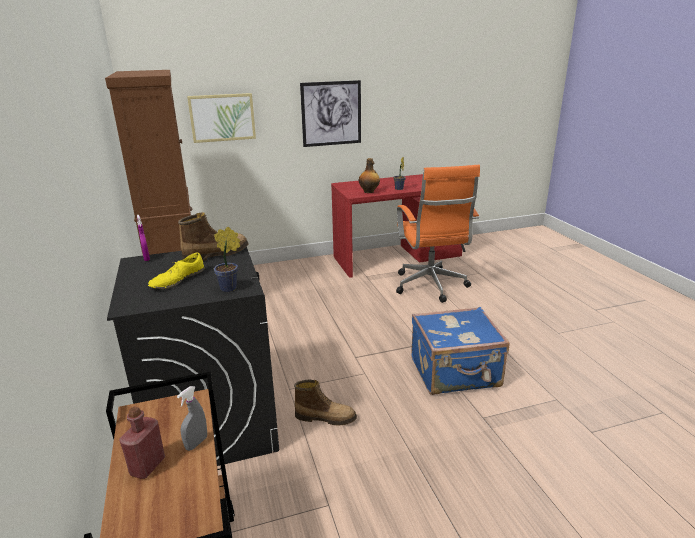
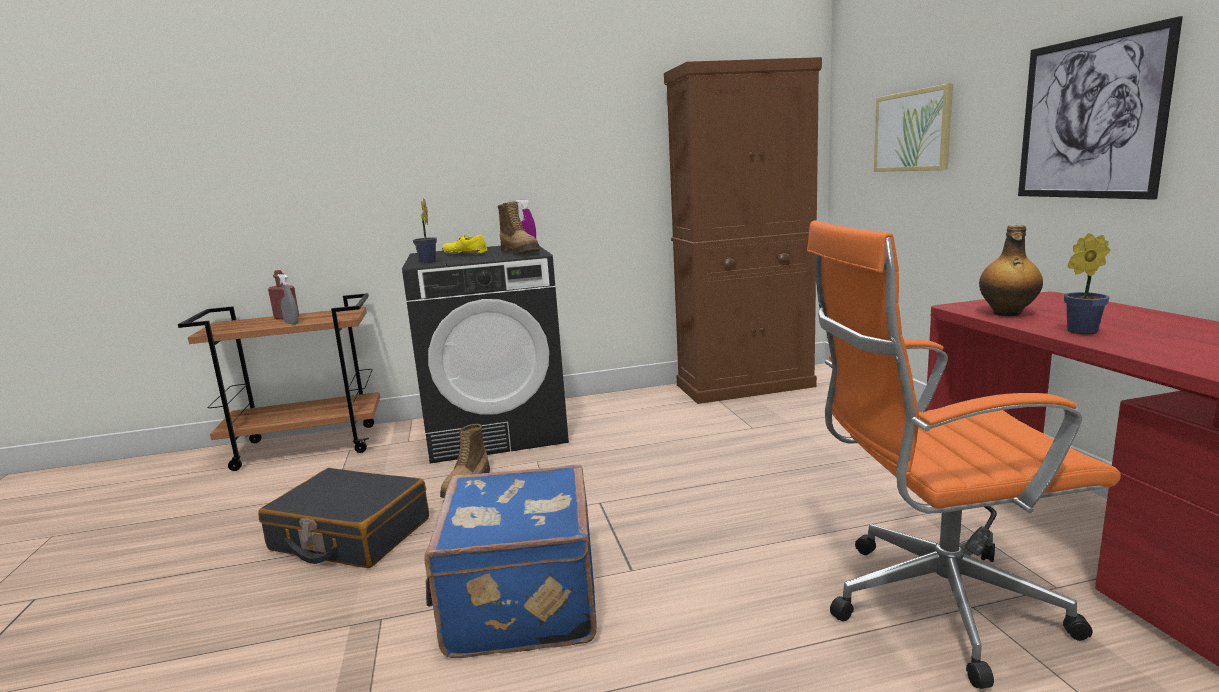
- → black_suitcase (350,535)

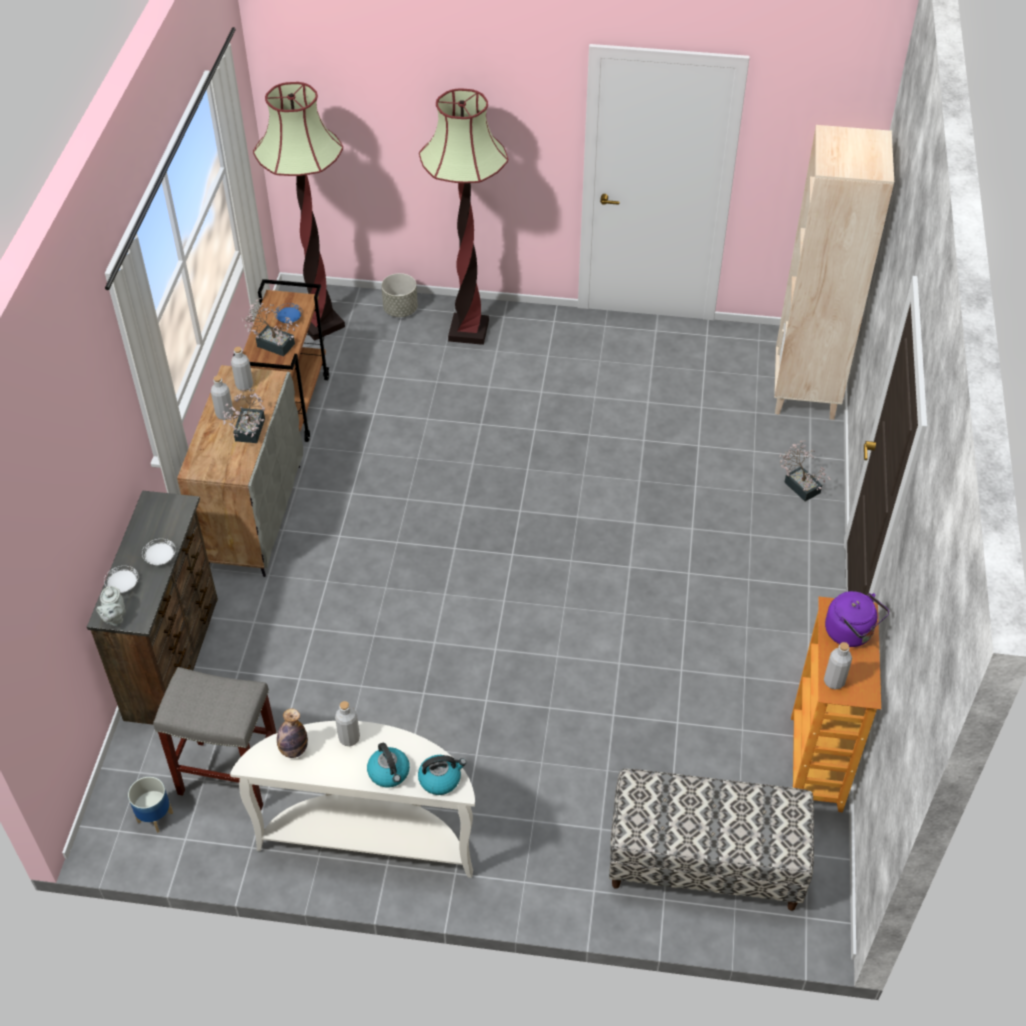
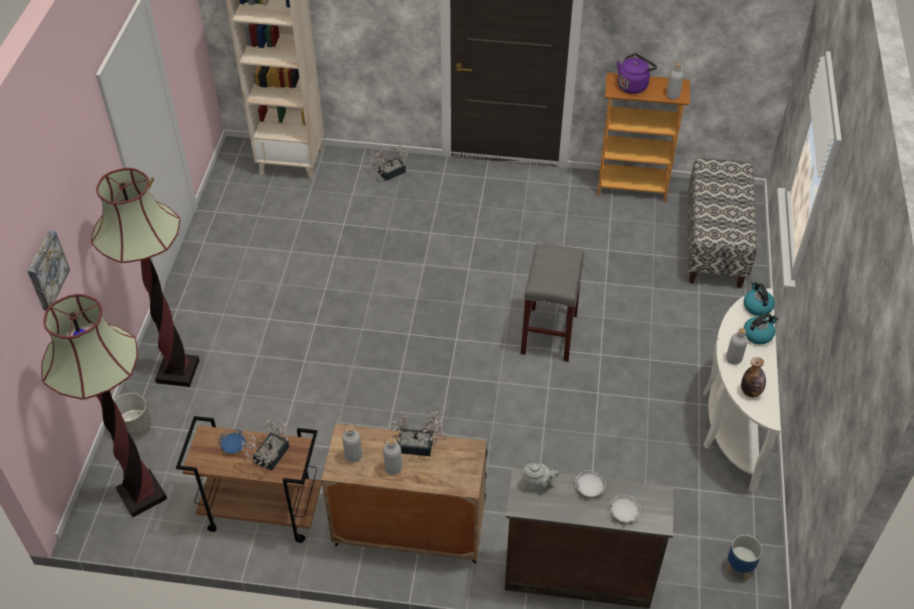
- → picture (46,270)
grey_stool (228,774) → grey_stool (549,335), move
grey_teapot (114,618) → grey_teapot (538,485), move

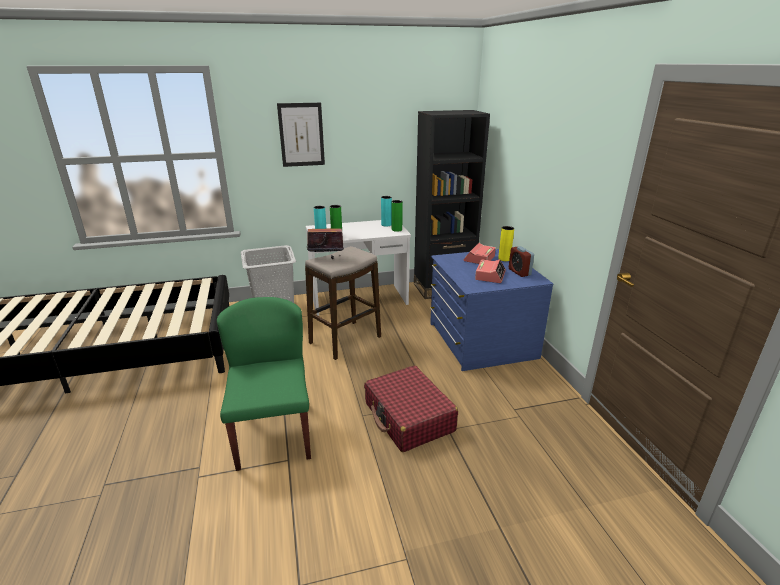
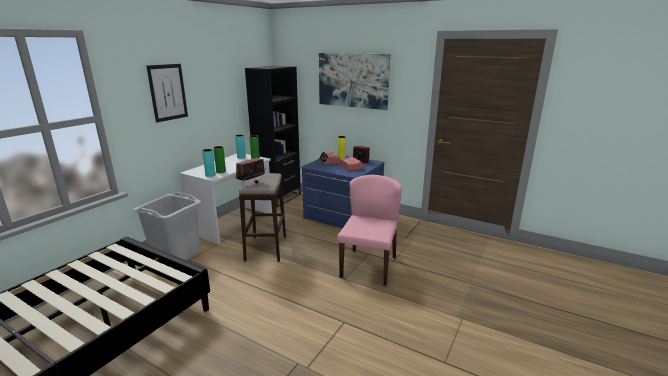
- → picture (353,80)
red_suitcase (409,417) → pink_chair (368,266)
green_chair (273,434) → -

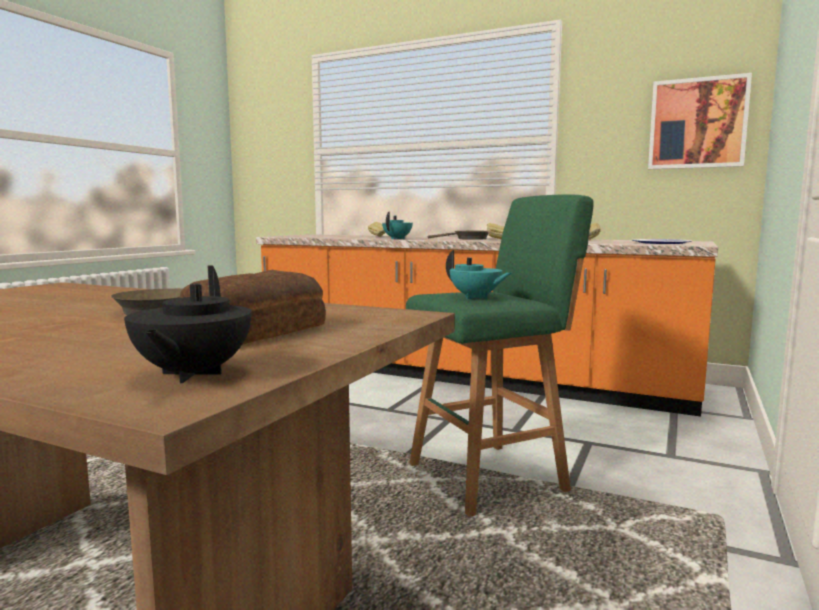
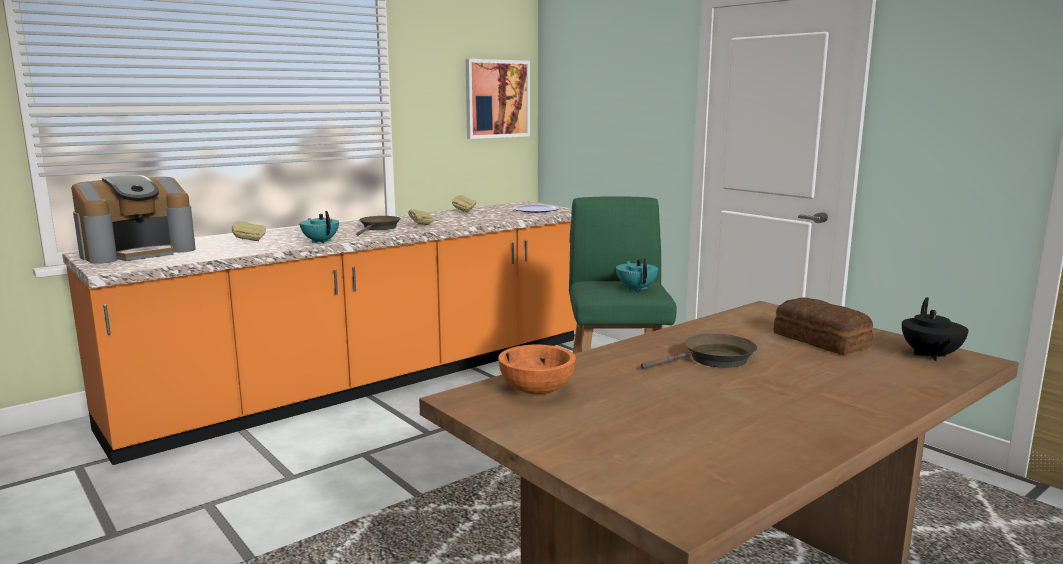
- → coffee_machine (138,252)
- → orange_bowl (537,390)
turquoise_teapot (475,297) → turquoise_teapot (636,289), 75 degrees counterclockwise
black_teapot (191,374) → black_teapot (930,356), 75 degrees clockwise

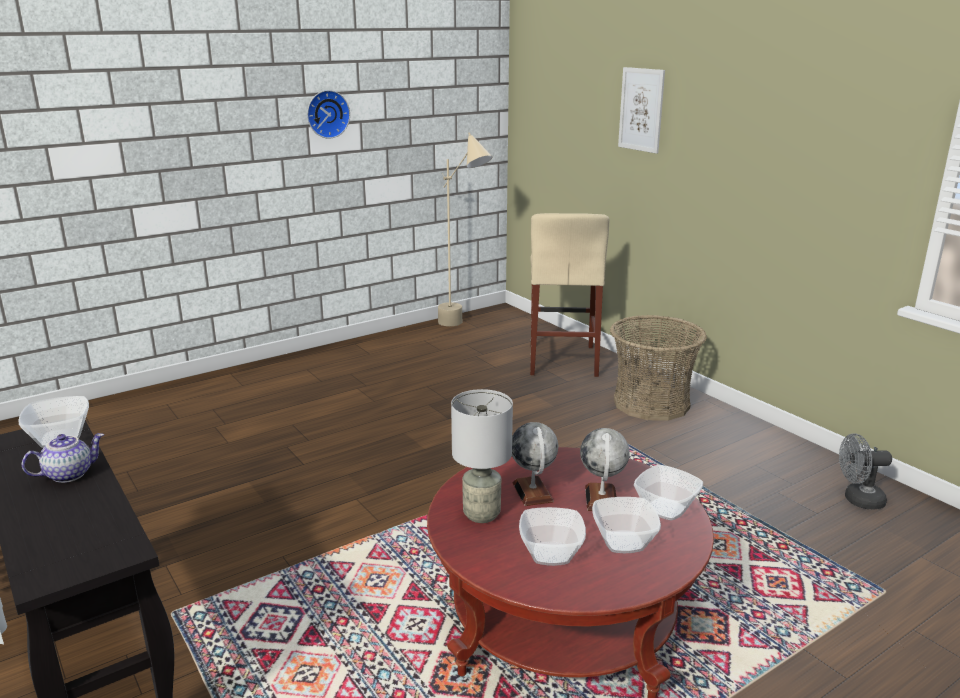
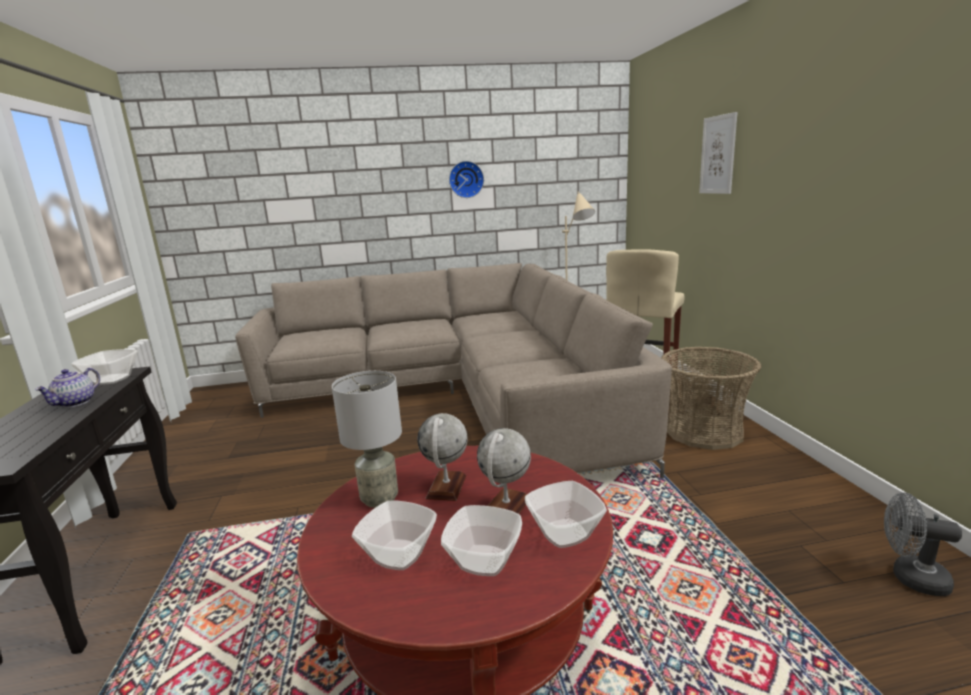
teapot (69,474) → teapot (75,403), 120 degrees clockwise
- → beige_sofa (458,397)

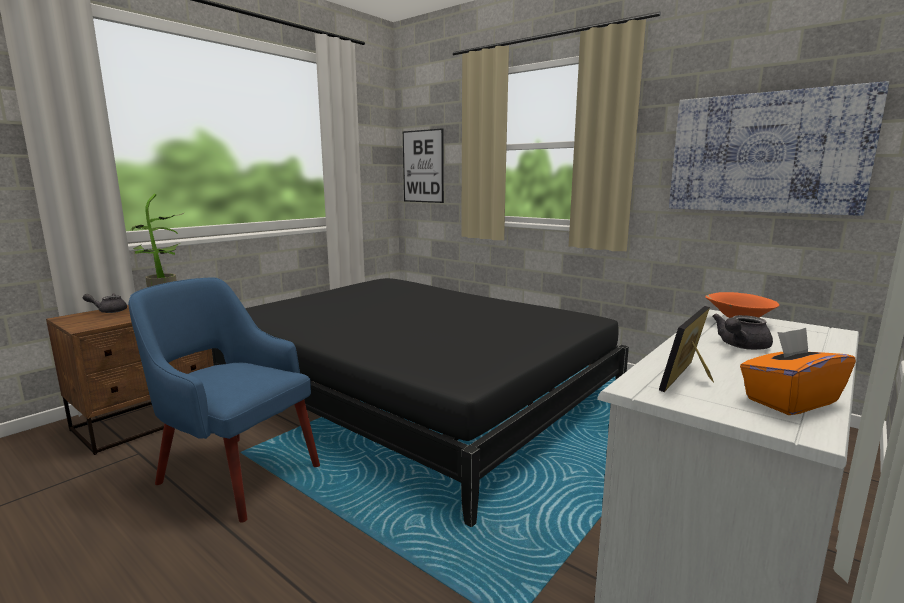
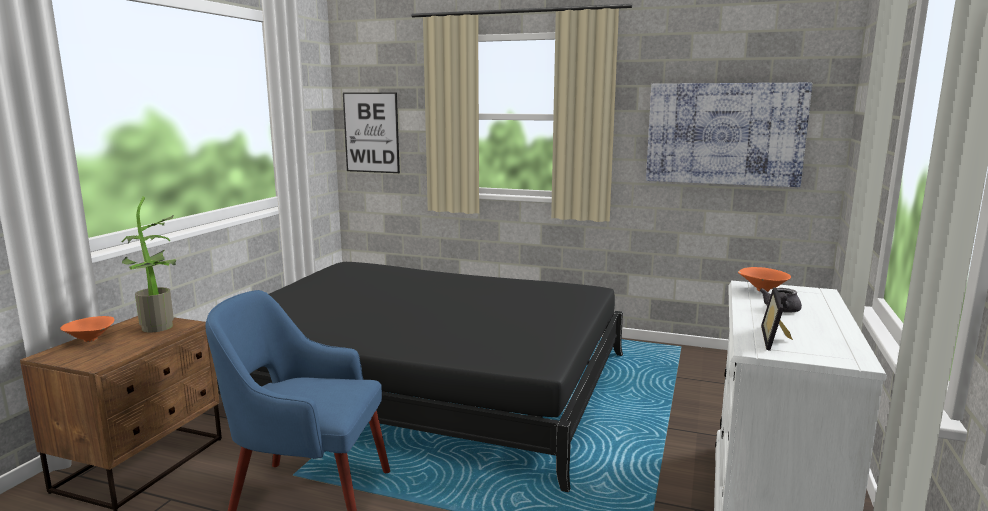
grey_teapot (109,311) → orange_bowl (91,340)
orange_tissue_box (789,400) → -

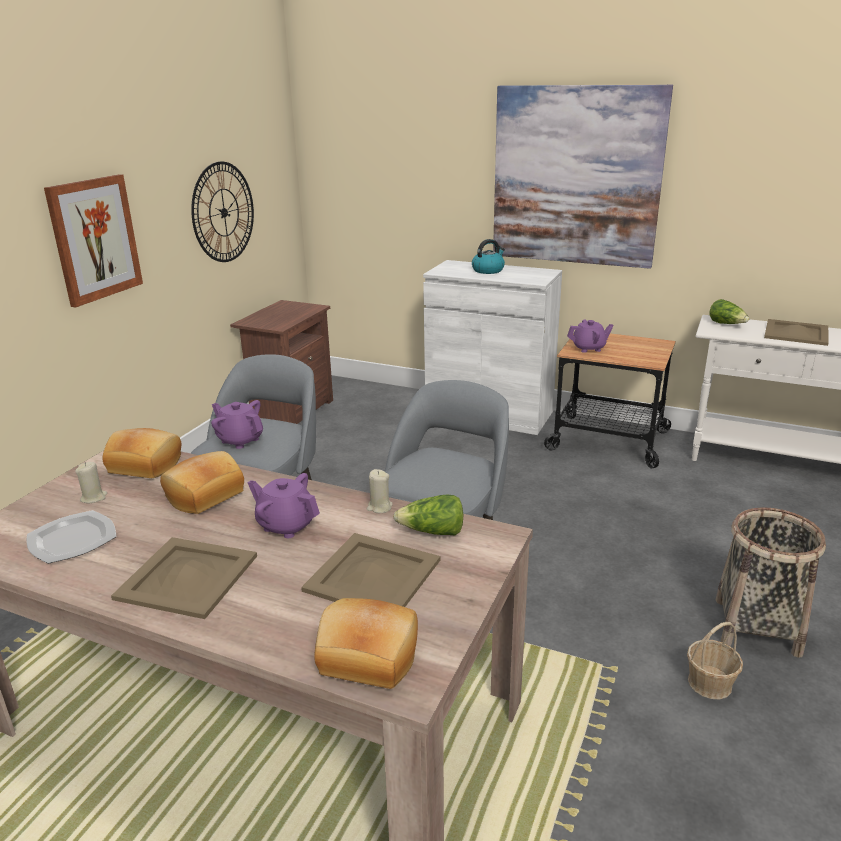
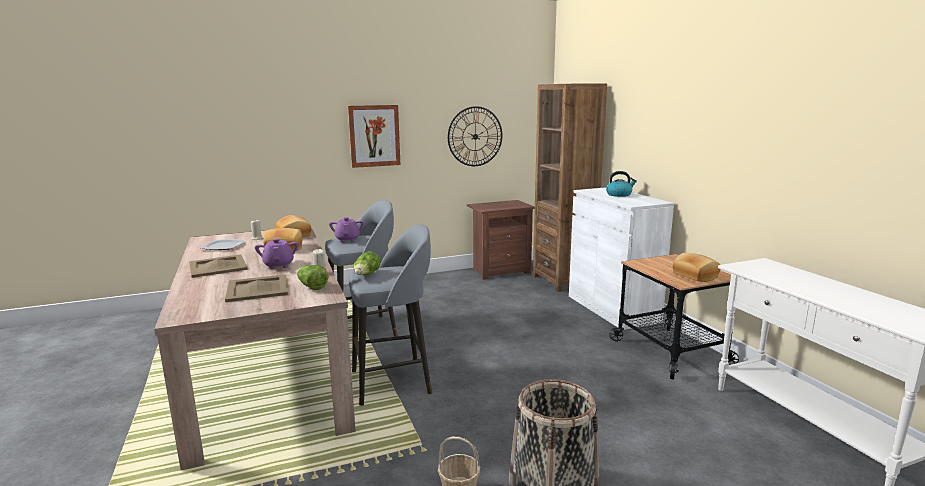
lettuce (727,324) → lettuce (366,275), move
- → brown_bookcase (563,281)
bread (367,658) → bread (694,276), move
picture (576,177) → -
purple_teapot (589,348) → -
beige_tray (795,332) → -

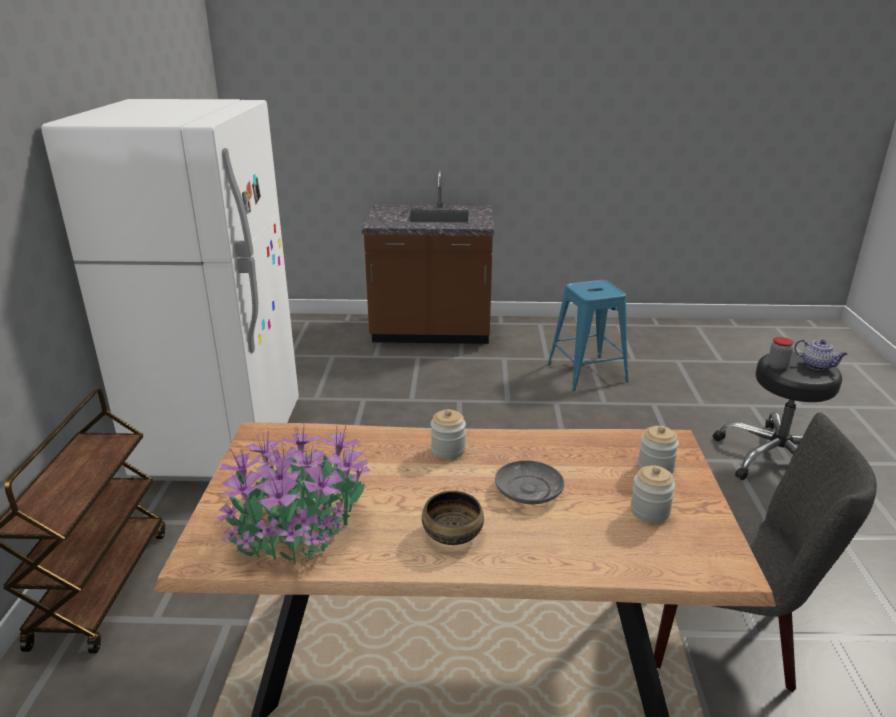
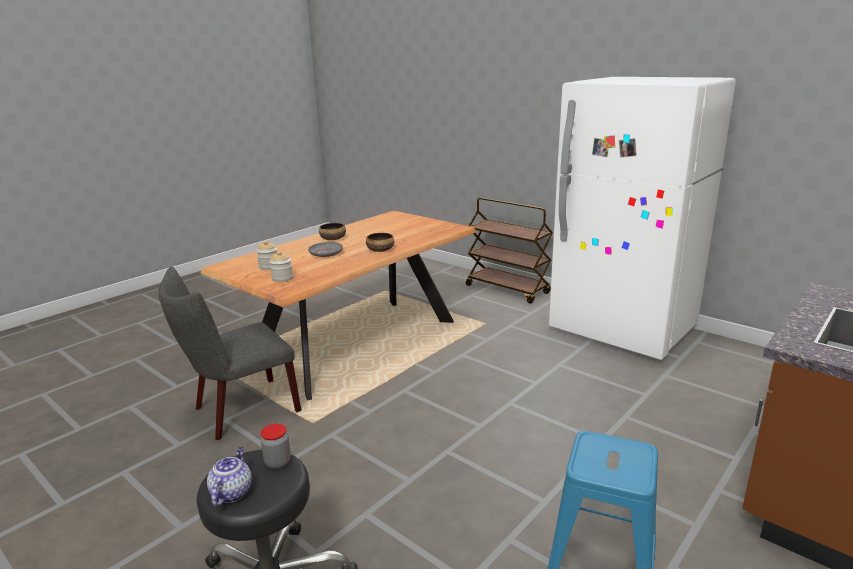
teapot (817,366) → teapot (231,492), 105 degrees clockwise
jar (448,450) → bowl (380,250)
potted_plant (298,528) → -

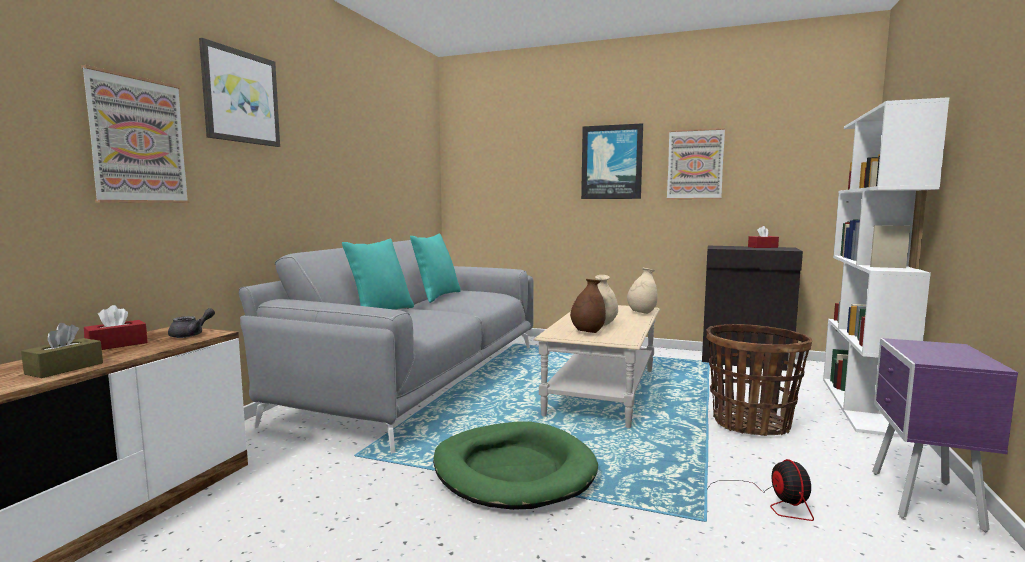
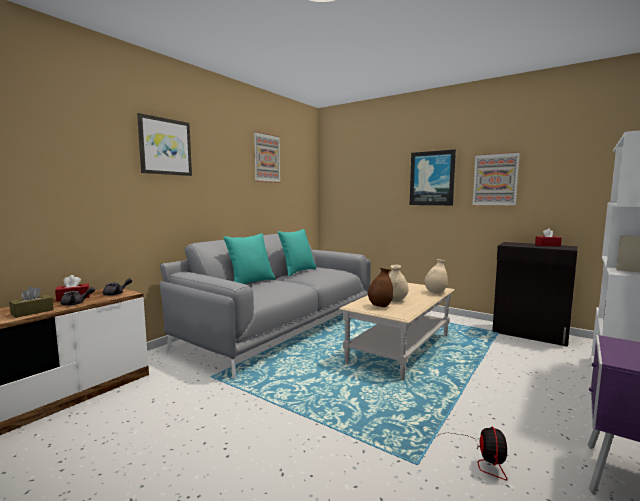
- → grey_teapot (76,303)
picture (137,140) → picture (266,158), move
green_dog_bed (513,470) → -
basket (751,423) → -

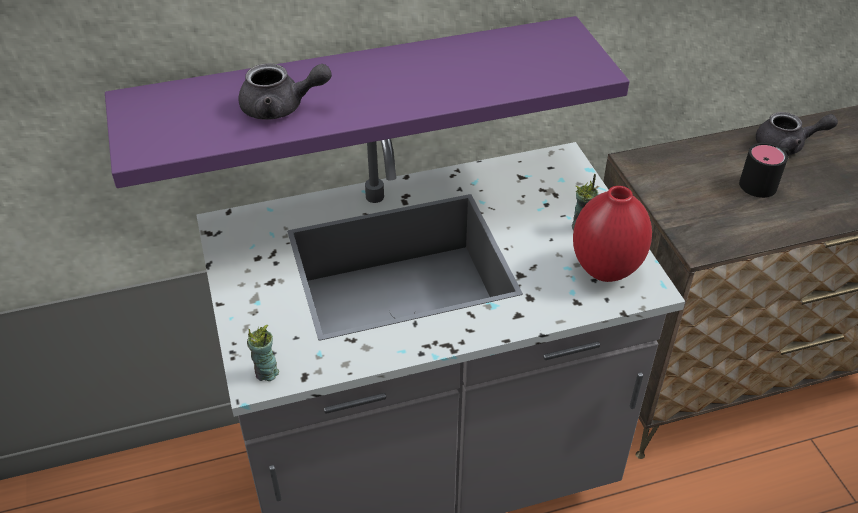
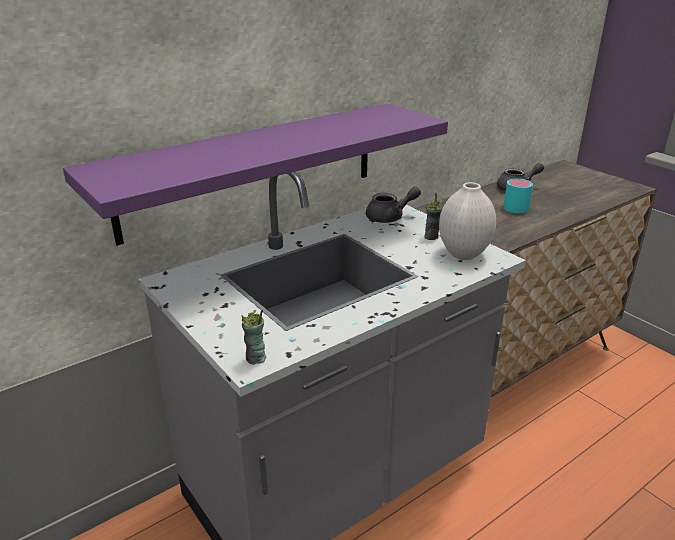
grey_teapot (281,108) → grey_teapot (390,217), move
red_vase (605,271) → white_vase (464,255)
black_mug (764,182) → turquoise_mug (518,206)

